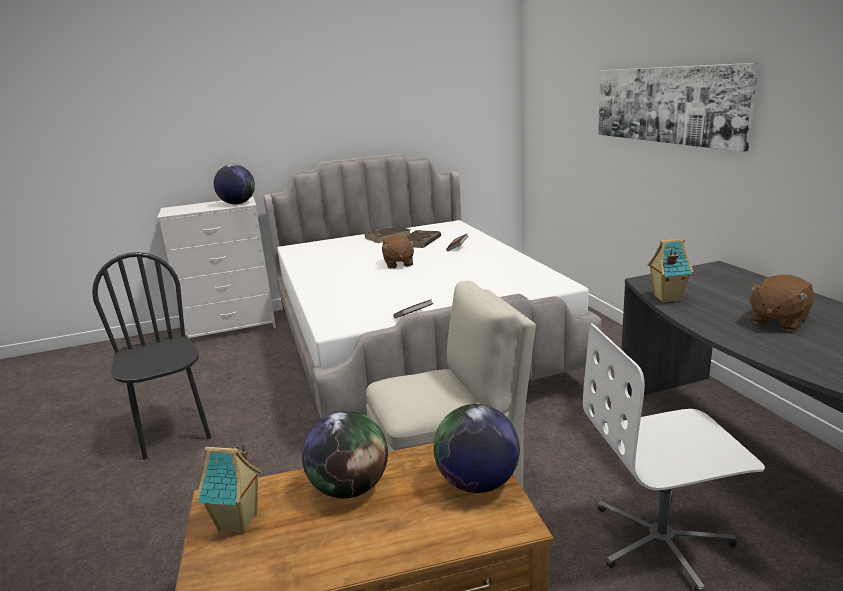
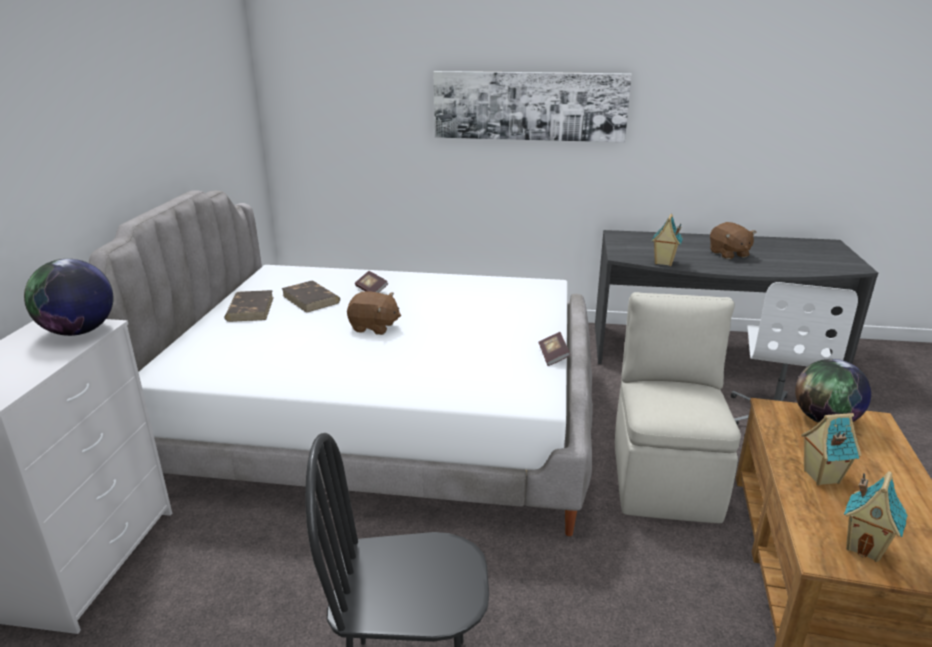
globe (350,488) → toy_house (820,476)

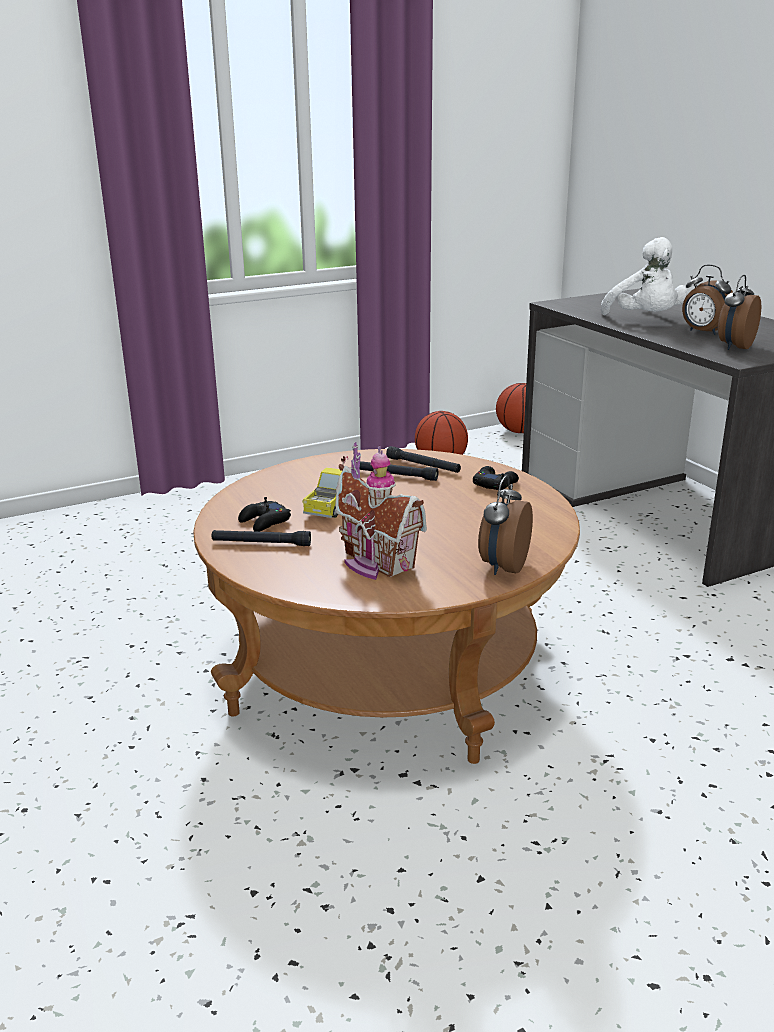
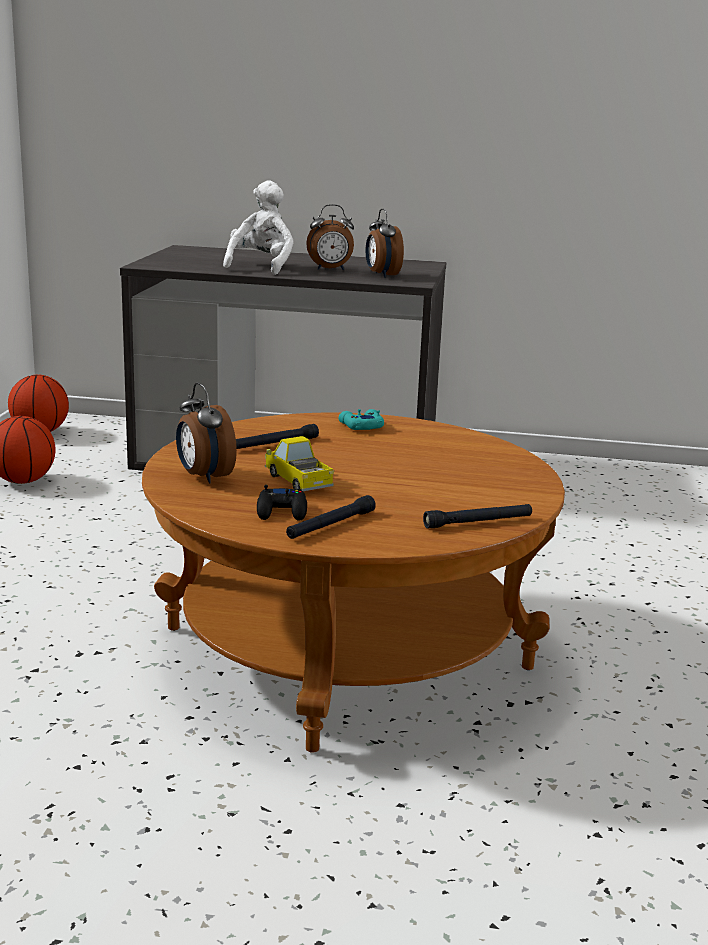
alarm_clock (502,567) → alarm_clock (203,477), move
white_plush_toy (645,320) → white_plush_toy (261,267), 90 degrees counterclockwise
black_game_controller (494,484) → turquoise_game_controller (360,426)
black_flashlight (423,466) → black_flashlight (478,522), move
toy_house (374,563) → -

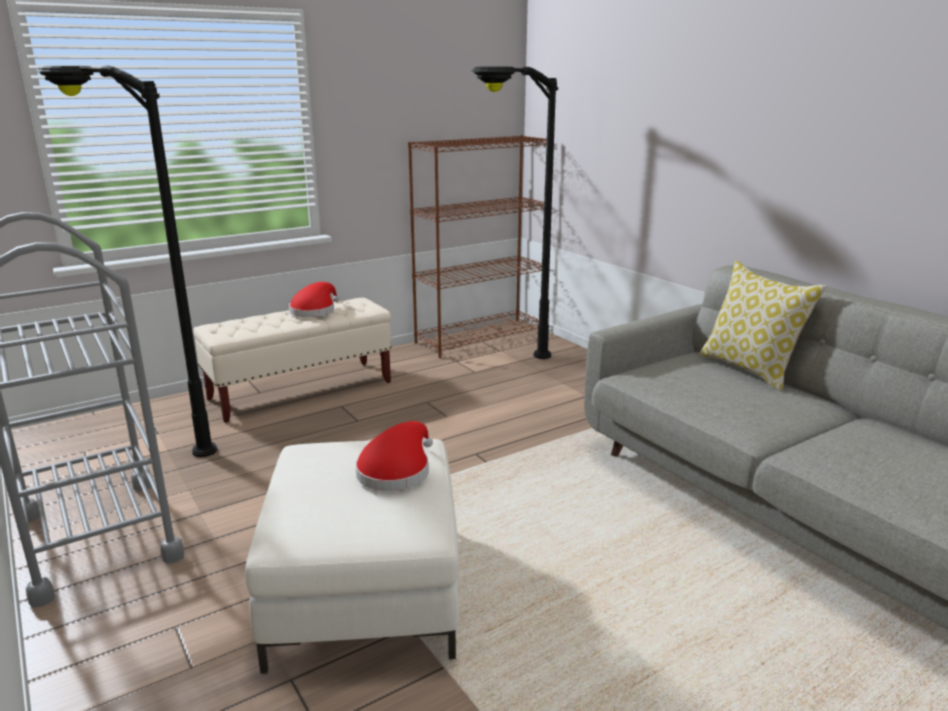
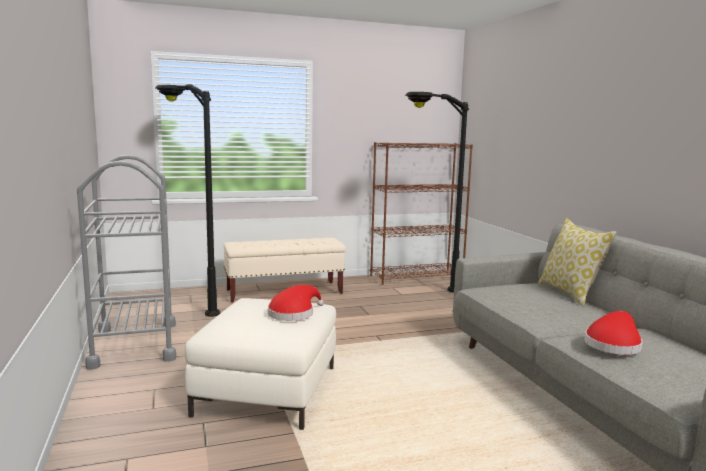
red_hat (314,310) → red_hat (613,344), move

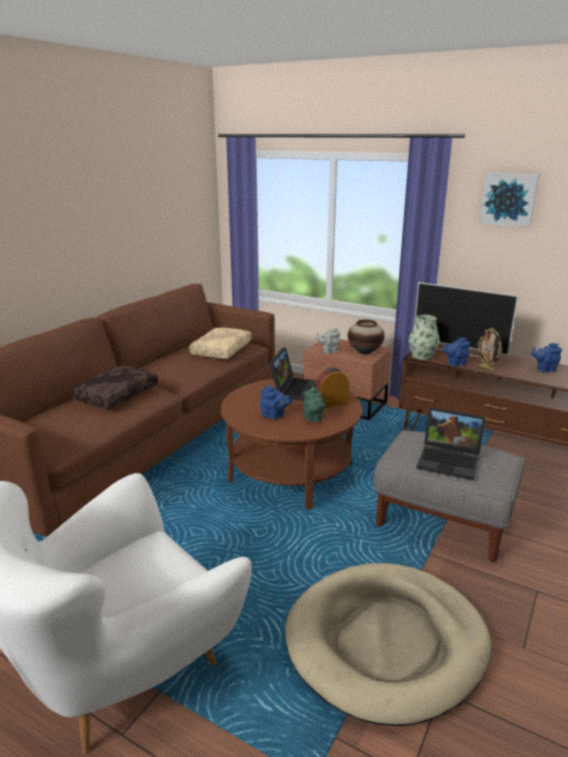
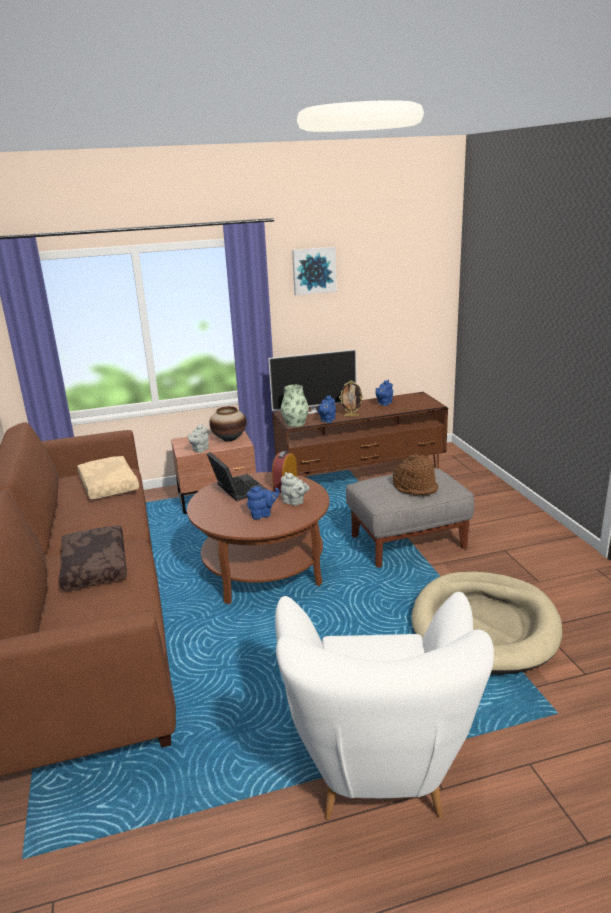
green_teapot (313,418) → grey_teapot (294,502)
laptop (450,461) → brown_hat (415,487)

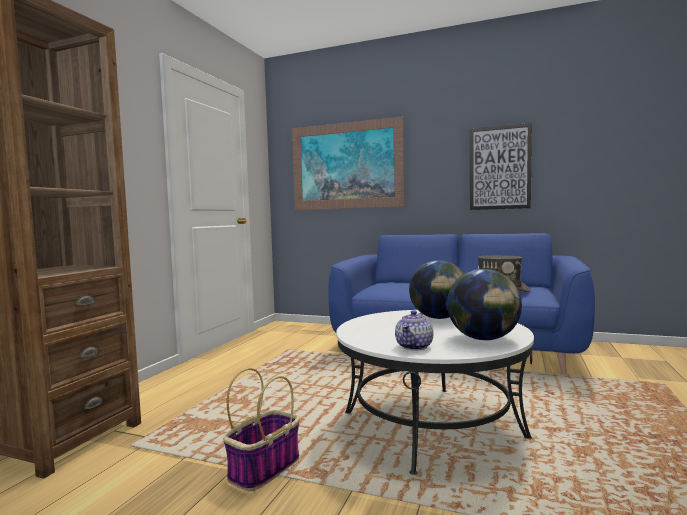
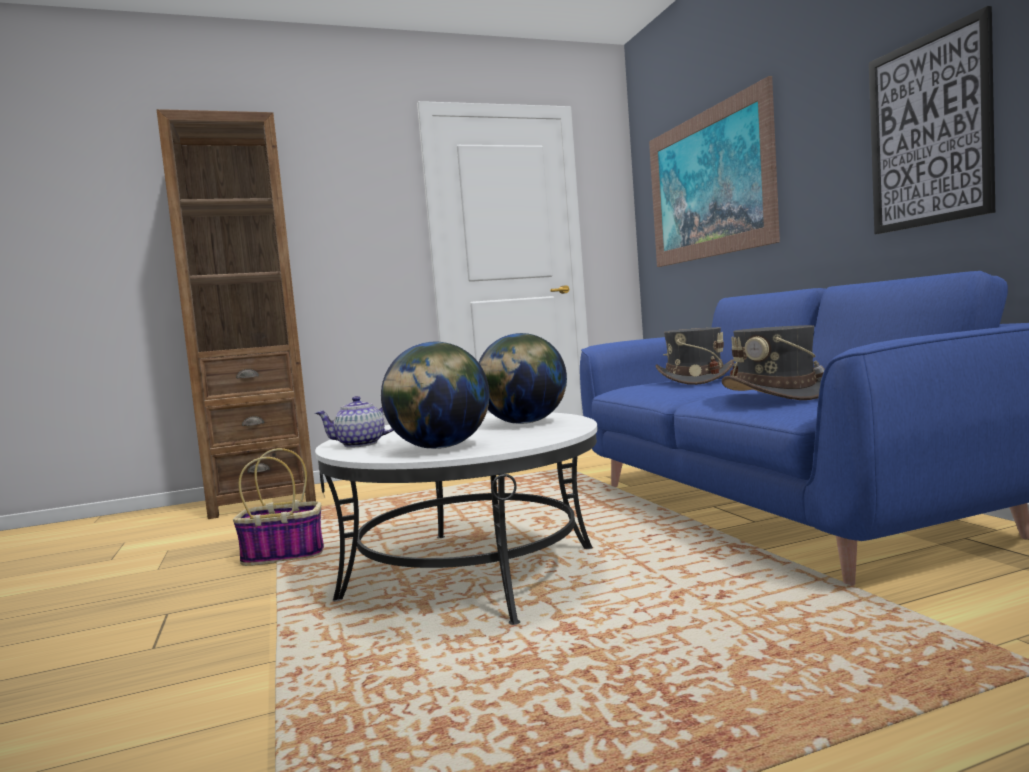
- → grey_hat (694,380)

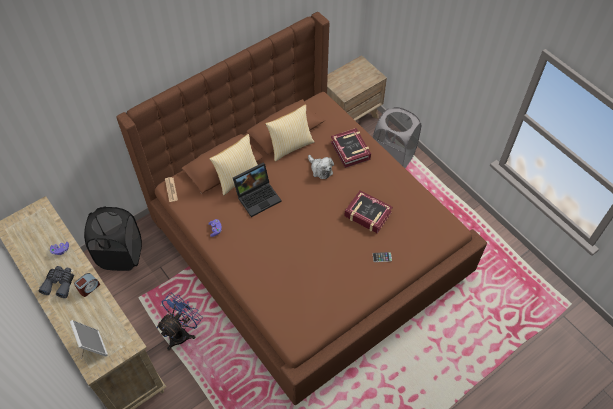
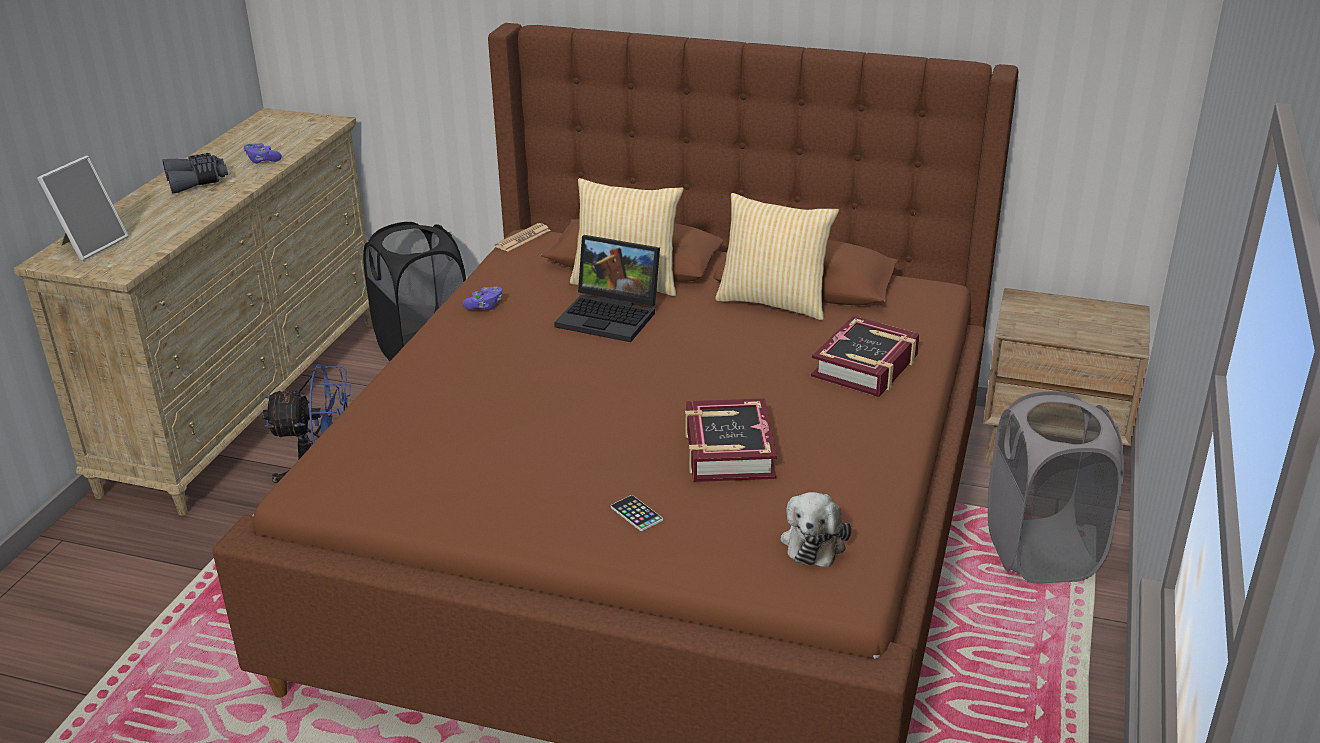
plush_toy (320,169) → plush_toy (814,541), move
alarm_clock (89,288) → -

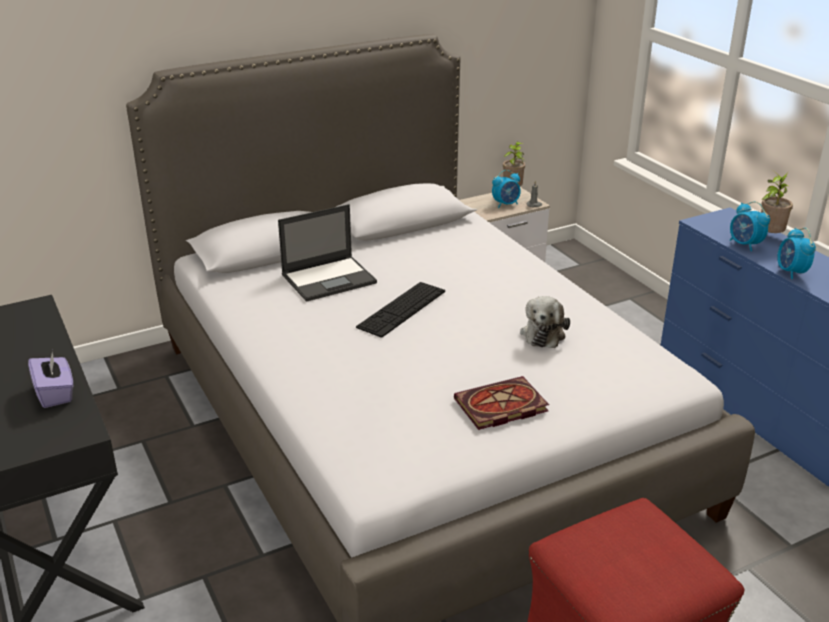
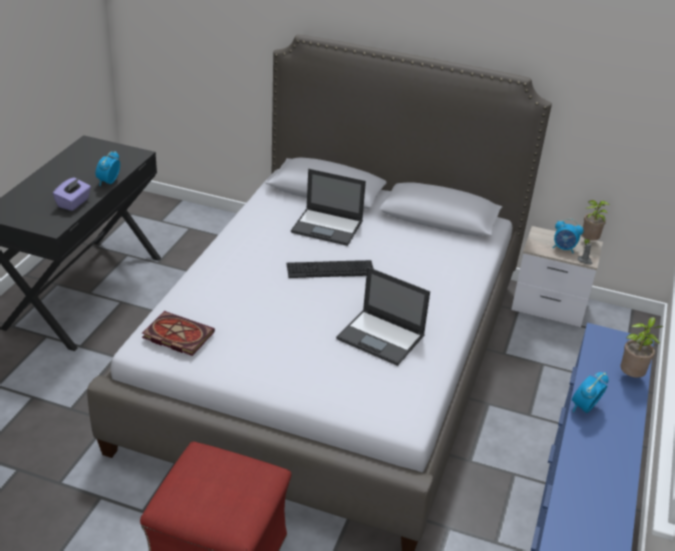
alarm_clock (745,245) → alarm_clock (108,182), move
book (499,407) → book (176,335), move
plush_toy (543,333) → laptop (381,337)

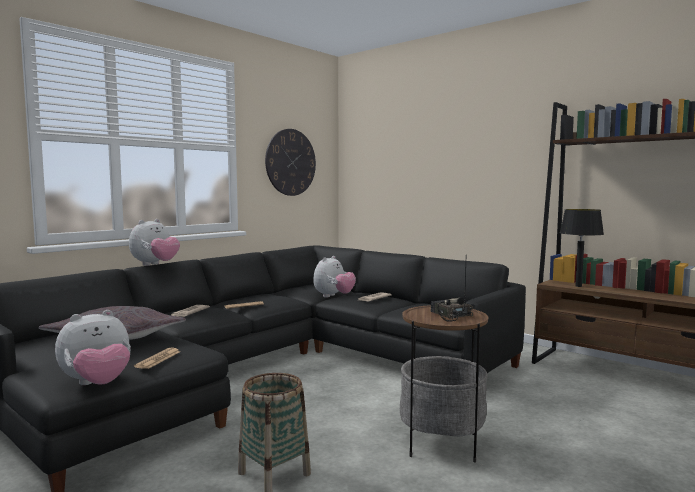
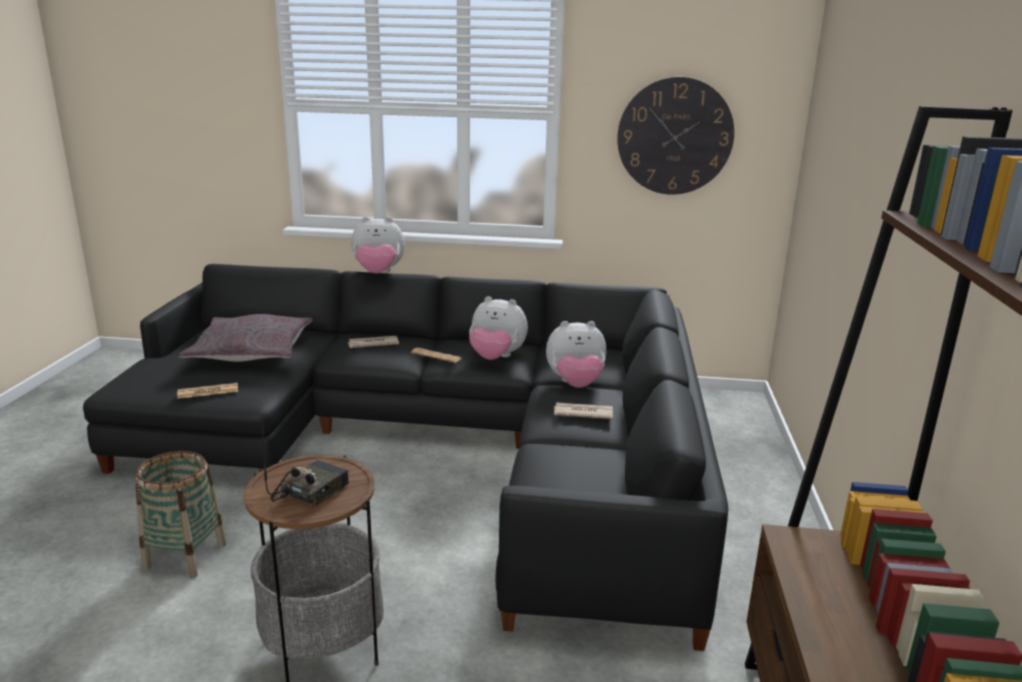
plush_toy (97,384) → plush_toy (496,358), move
black_table_lamp (578,286) → -

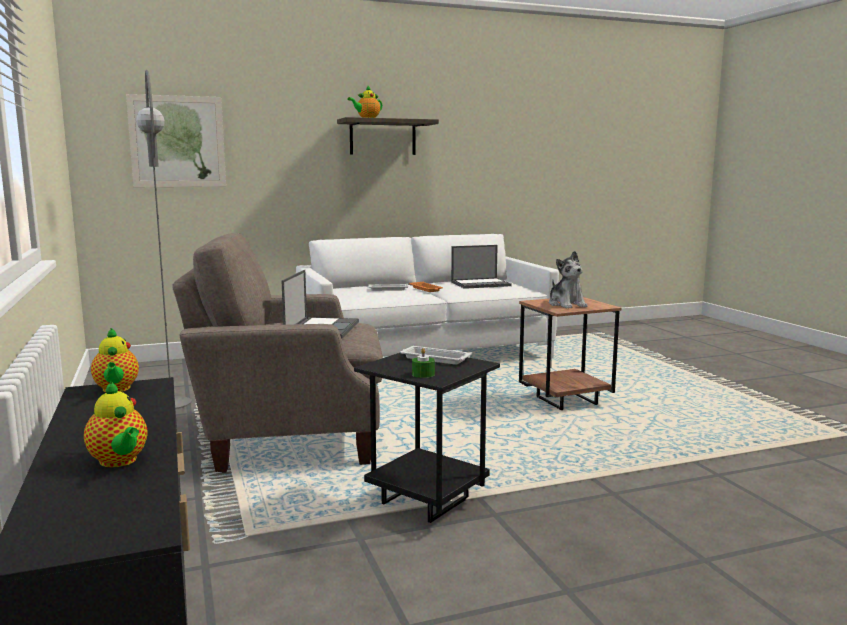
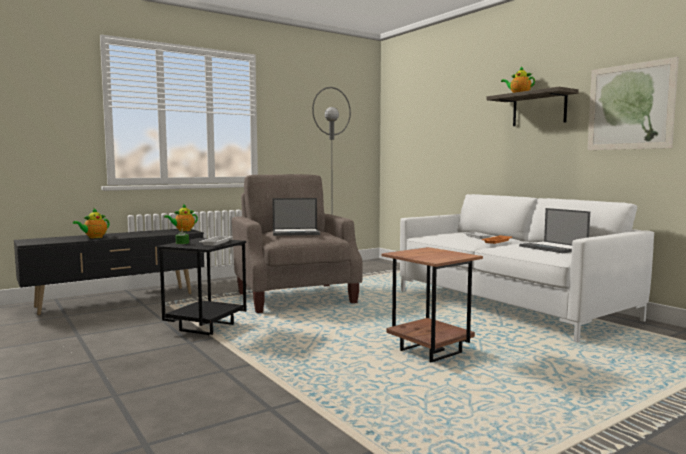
picture (177,141) → picture (630,107), move
plush_toy (566,304) → -

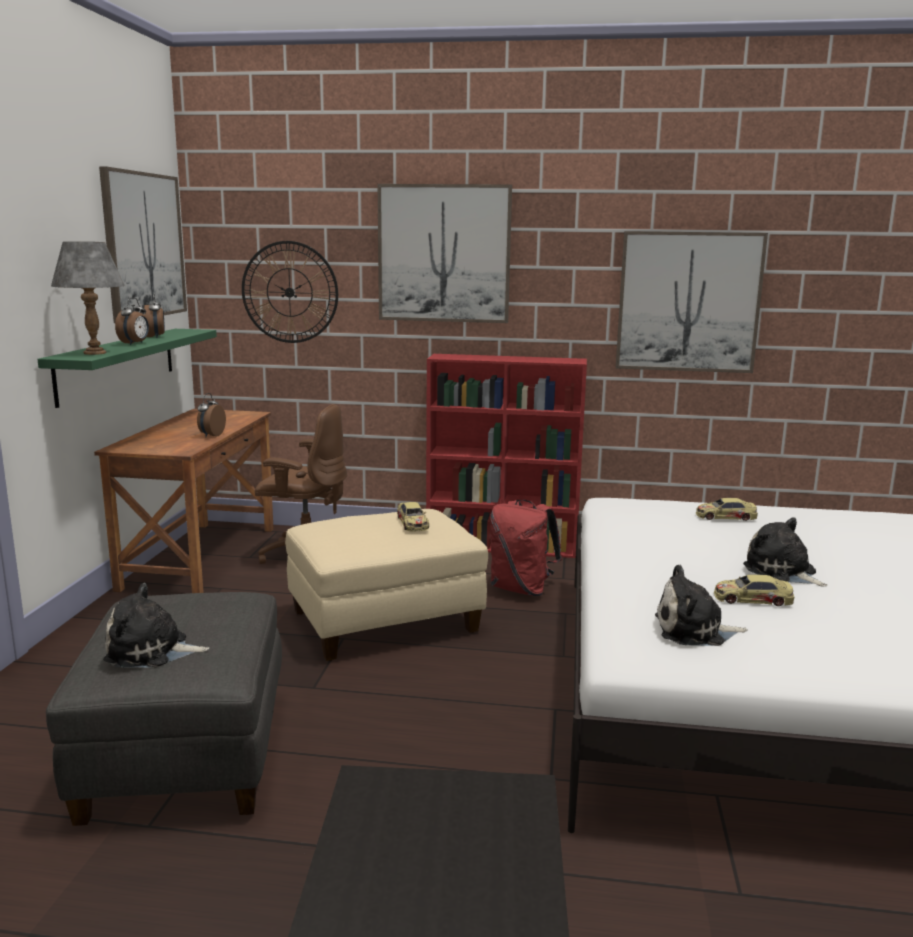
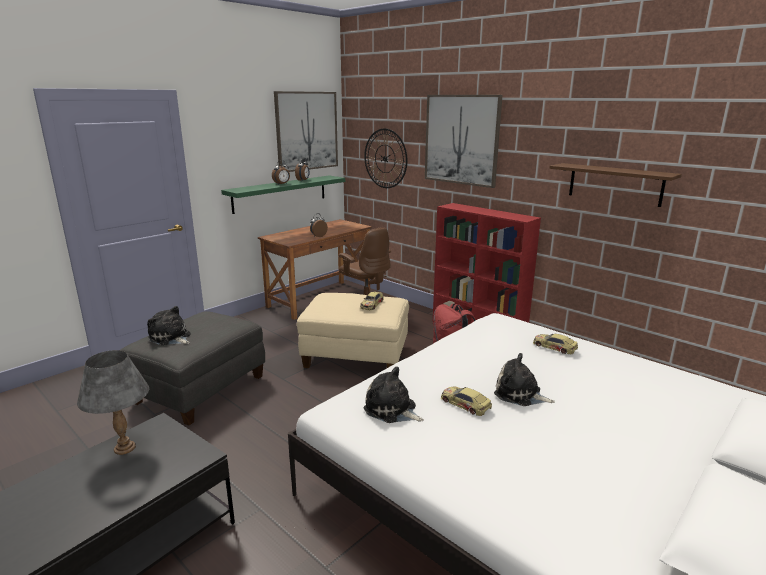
grey_table_lamp (95,353) → grey_table_lamp (125,448), move
plush_toy (782,572) → plush_toy (520,394), 60 degrees counterclockwise
picture (688,302) → brown_shelf (615,184)

